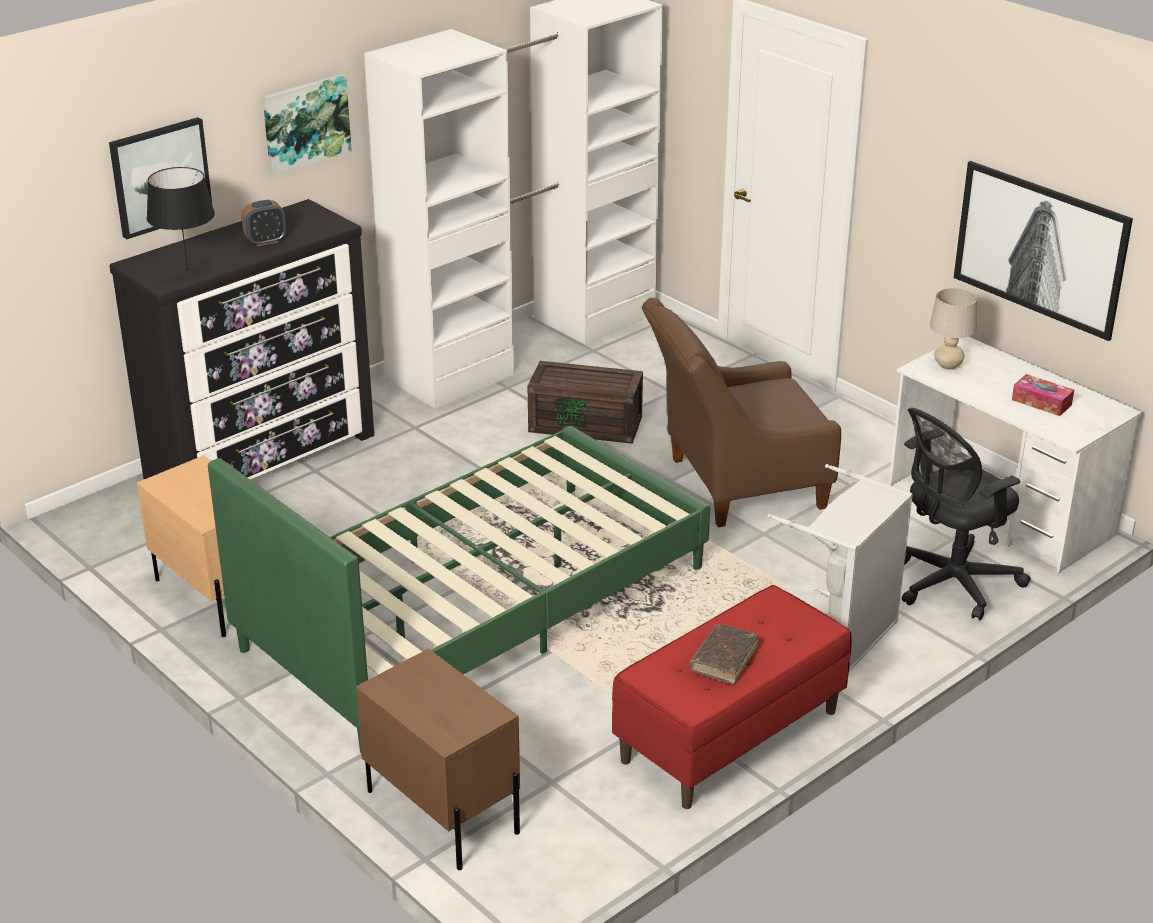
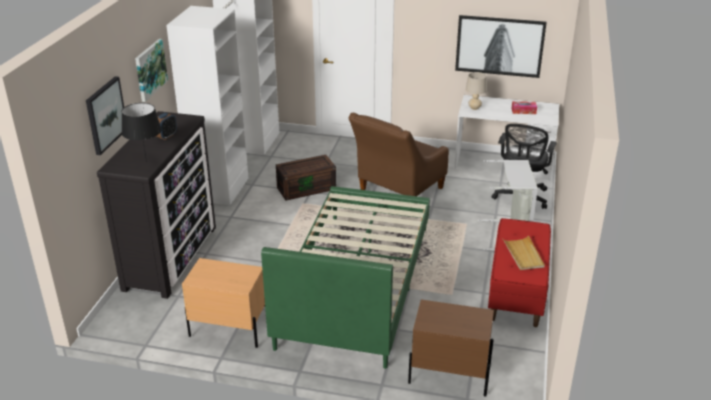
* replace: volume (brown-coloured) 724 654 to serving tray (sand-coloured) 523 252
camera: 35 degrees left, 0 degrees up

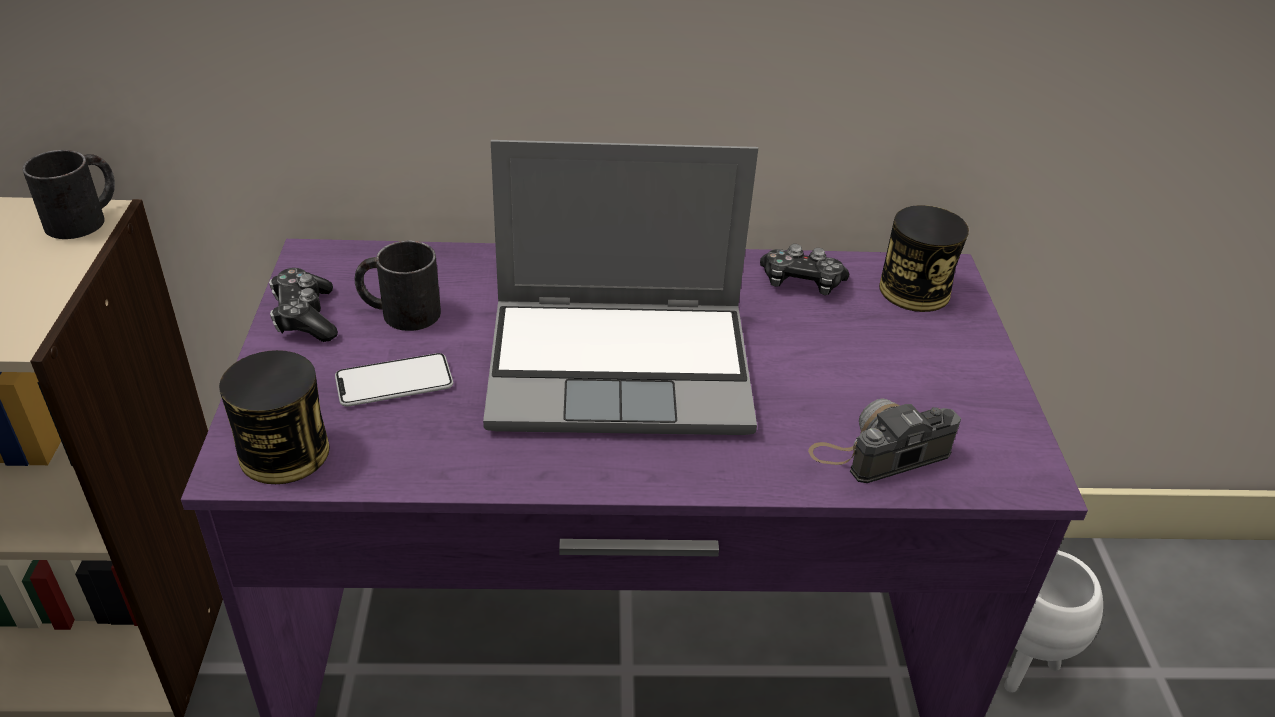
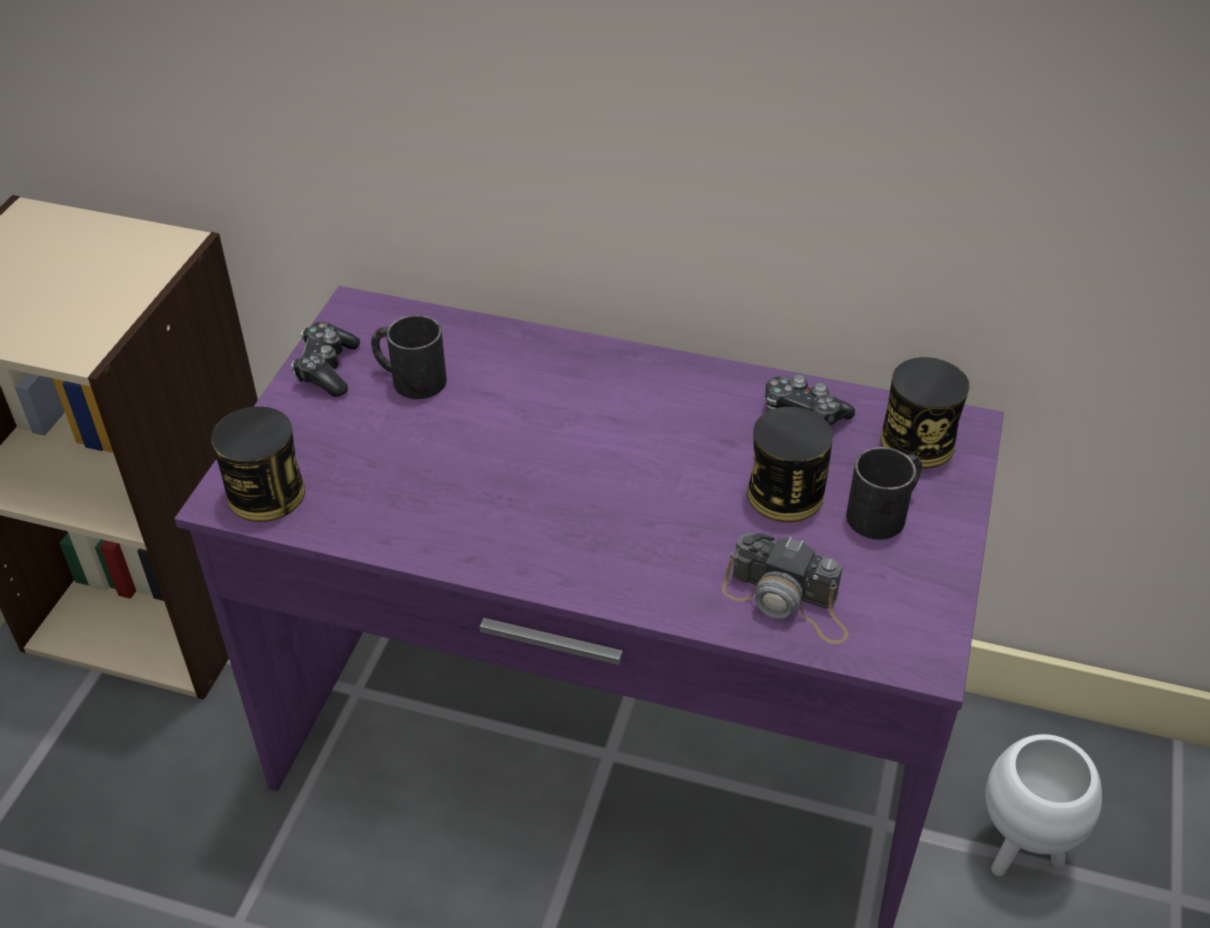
* rotate: photo camera 884 440 = 785 588 150 degrees counterclockwise
* insert: sealed can 790 464
* move: coffee mug (black) 68 194 to 884 493
* delete: telephone 394 380
* delete: notebook computer 620 287
camera: 20 degrees right, 5 degrees up

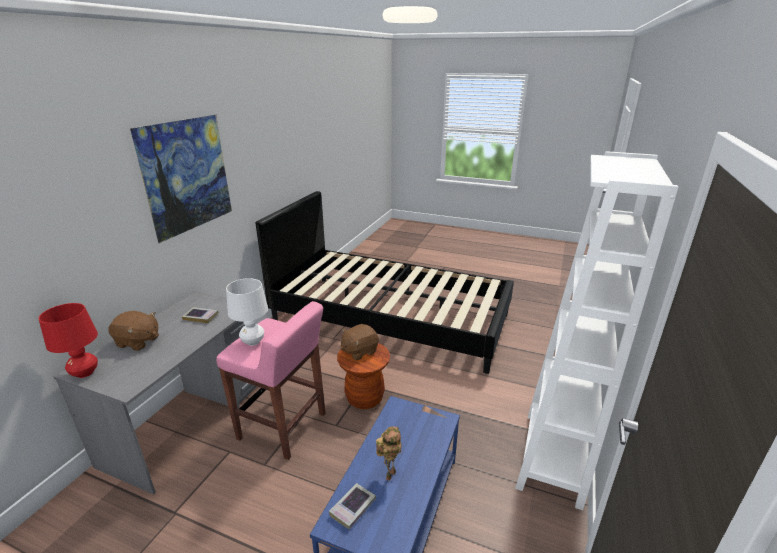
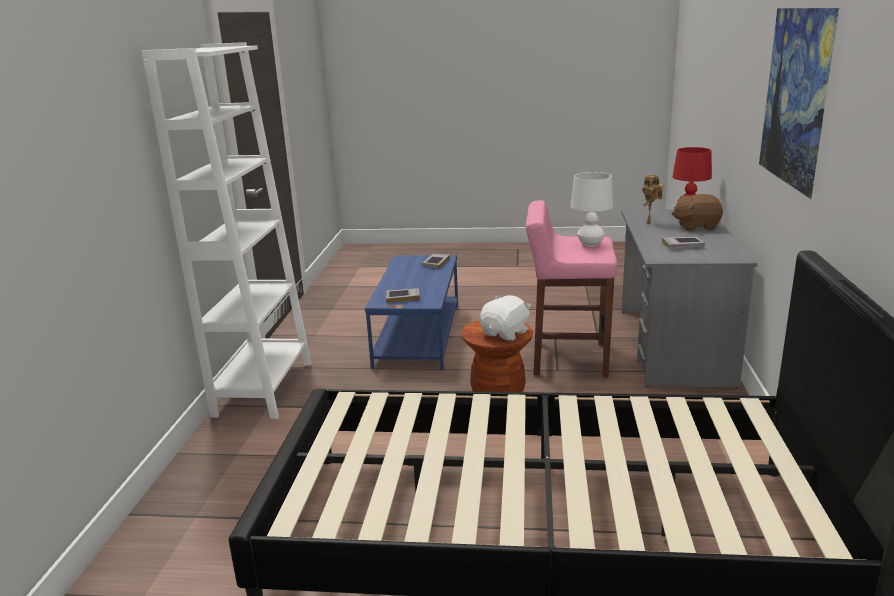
* insert: volume 403 295
* recolor: cuddly toy (brown-coloured) 359 342 to cuddly toy (white) 505 318
* move: robot figure 388 454 to 652 199
camera: 165 degrees right, 5 degrees down

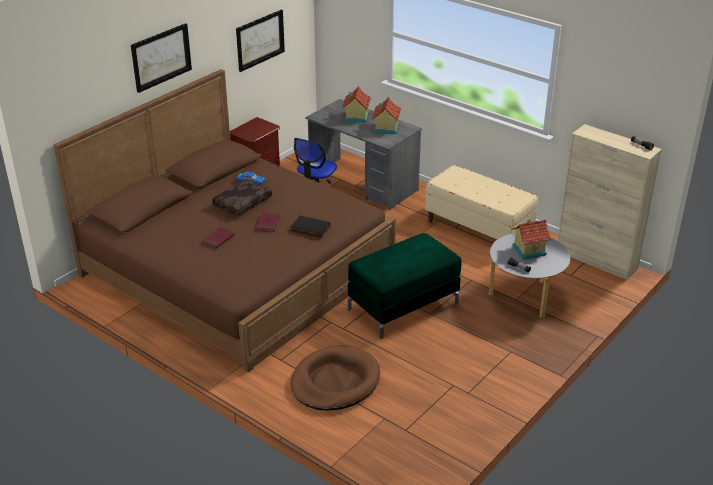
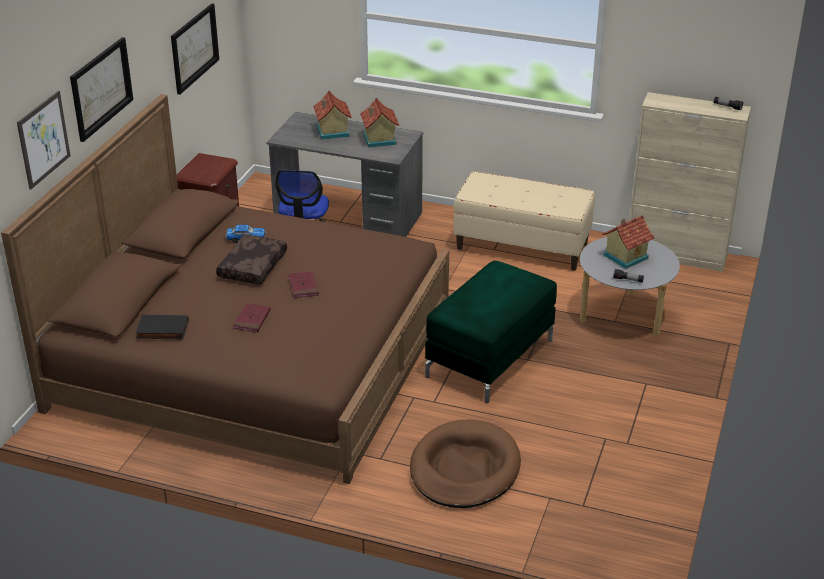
* insert: wall art 44 140
* move: volume (black) 310 226 to 162 327
camera: 20 degrees left, 0 degrees up

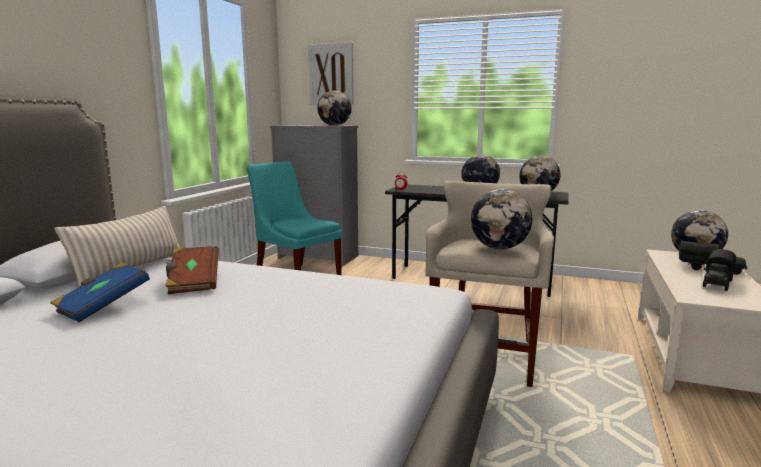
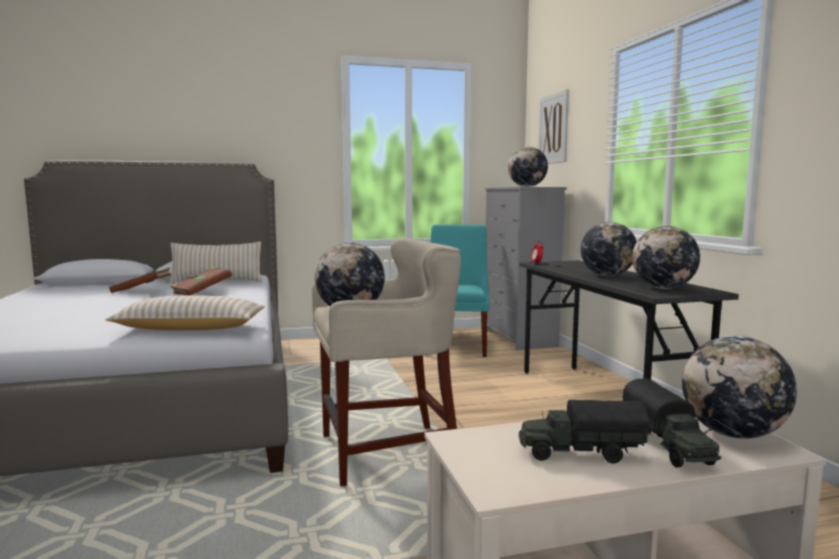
* insert: cushion (sand-coloured) 185 312
* recolor: volume (blue-coloured) 100 292 to volume (brown-coloured) 140 280
camera: 55 degrees right, 5 degrees down

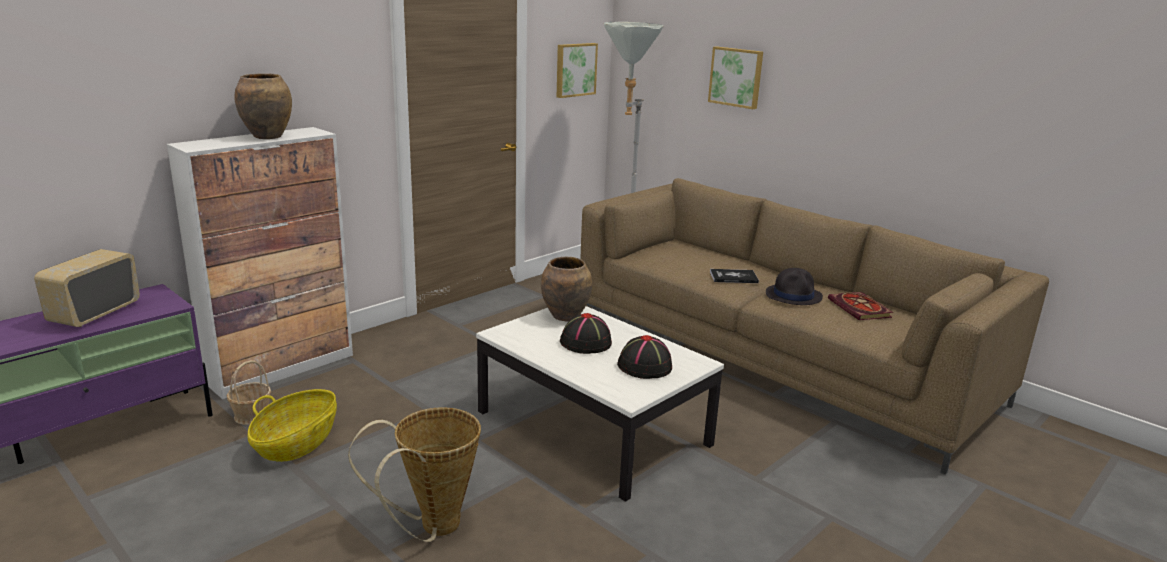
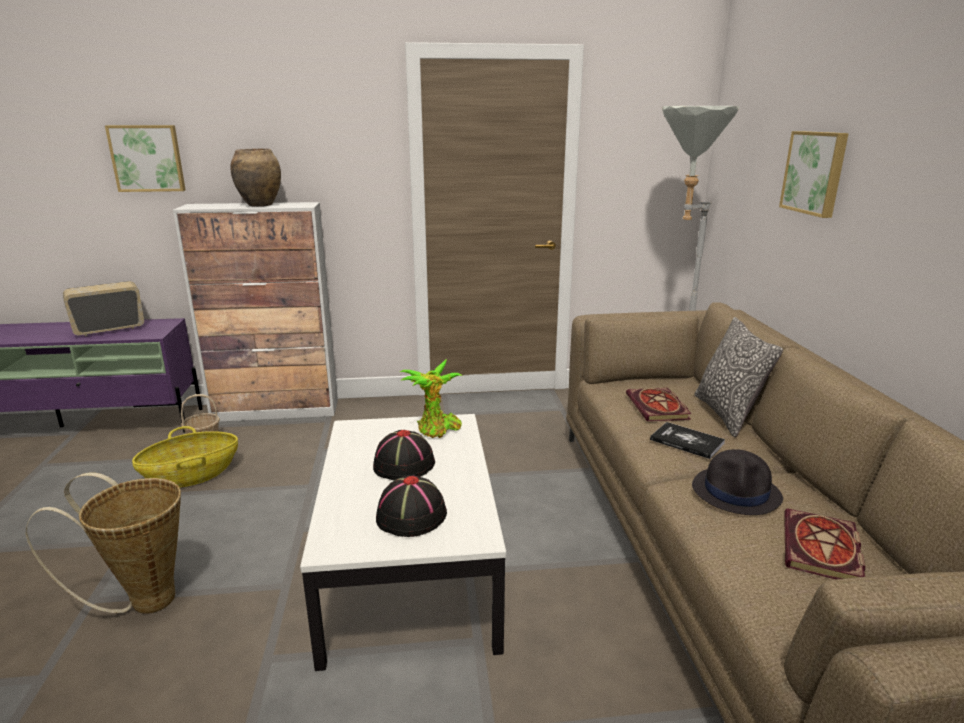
* move: wall art 577 70 to 145 158
* replace: vase (brown-coloured) 566 289 to plant in a pot 431 398
* insert: volume 658 404
* insert: cushion 738 377
camera: 40 degrees right, 0 degrees up

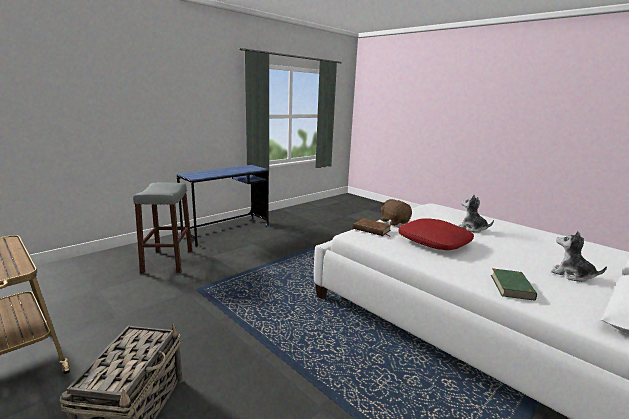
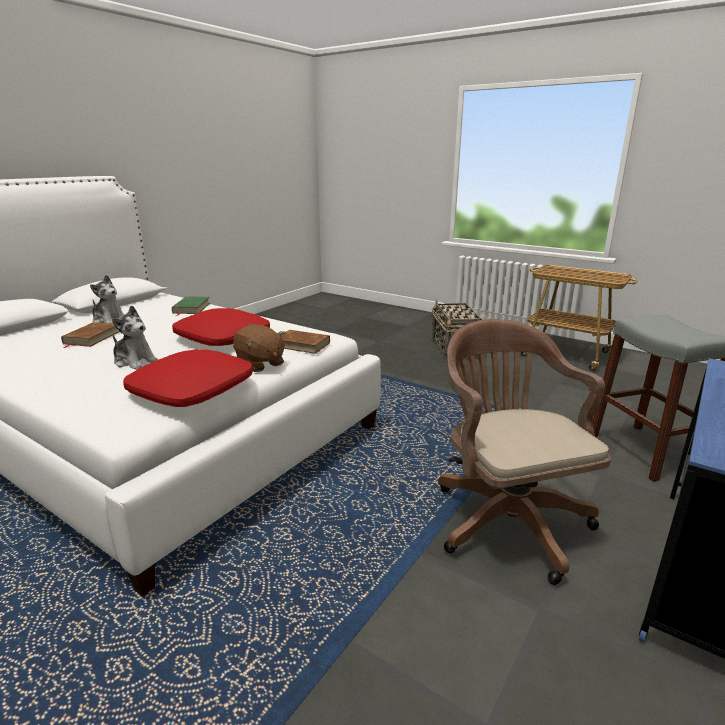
* insert: volume (brown-coloured) 90 335
* insert: cushion (red-coloured) 188 378
* insert: desk chair (brown-coloured) 524 452
camera: 170 degrees right, 5 degrees up

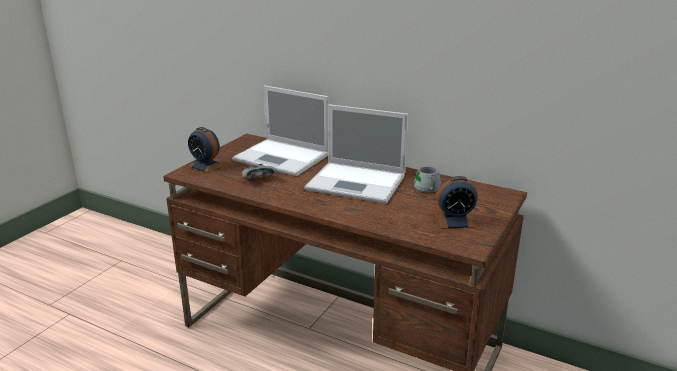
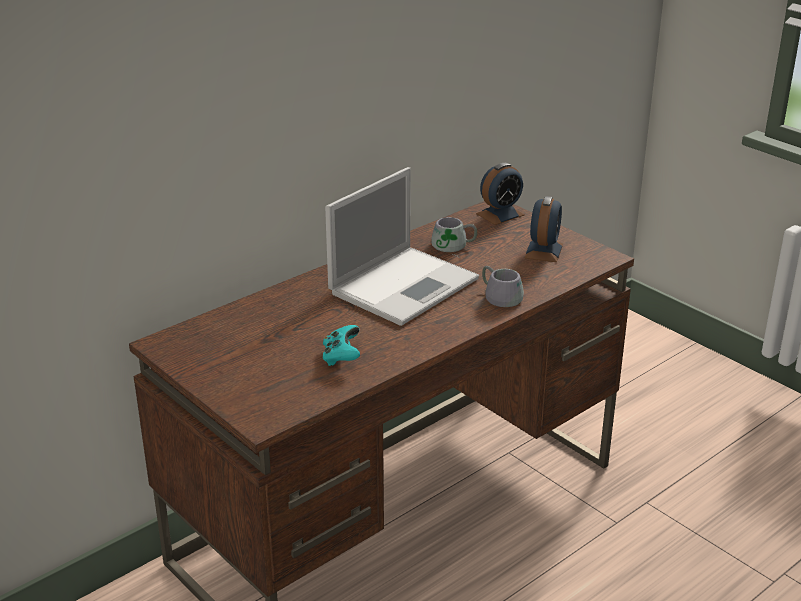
* recolor: gamepad (gray) 259 171 to gamepad (turquoise) 341 345
* move: table clock 206 150 to 500 194
* insert: coffee mug (gray) 503 286
* delete: notebook computer 281 131
camera: 70 degrees left, 5 degrees up

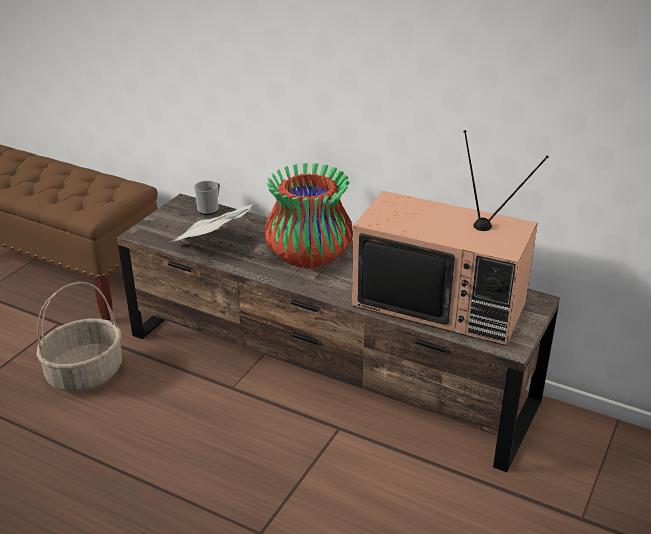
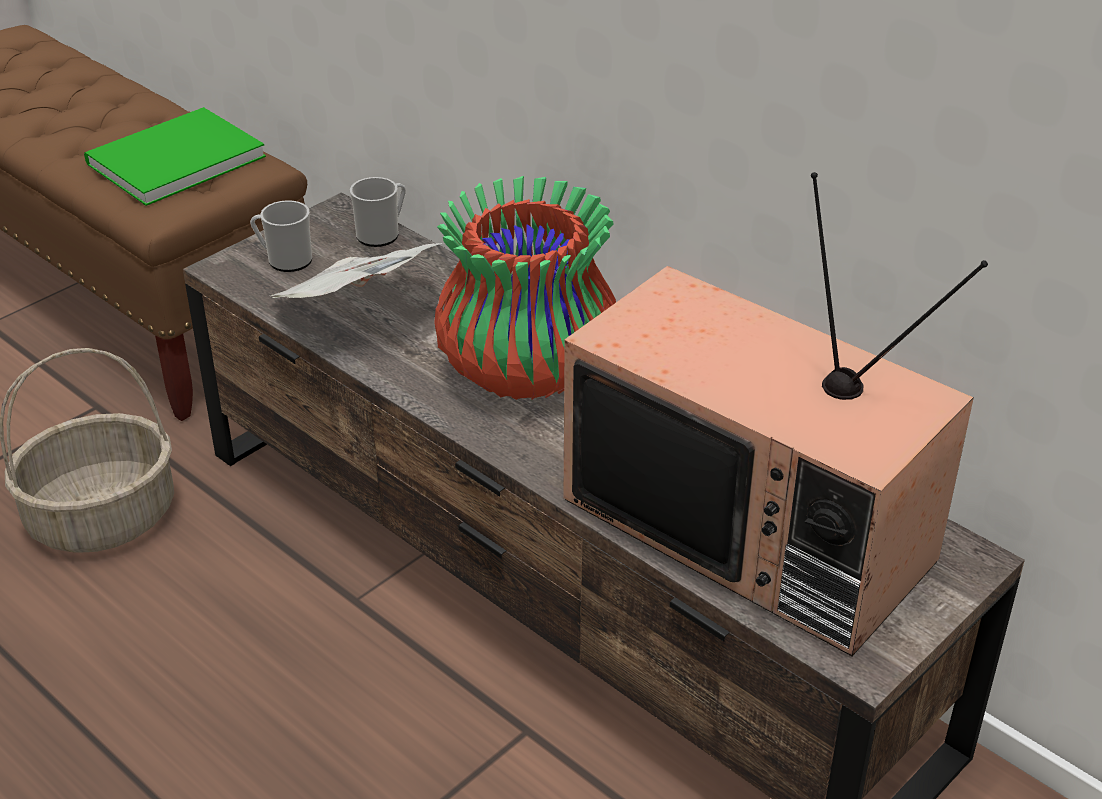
* insert: volume (greenish) 175 156
* insert: coffee mug 281 236
camera: 15 degrees right, 5 degrees up

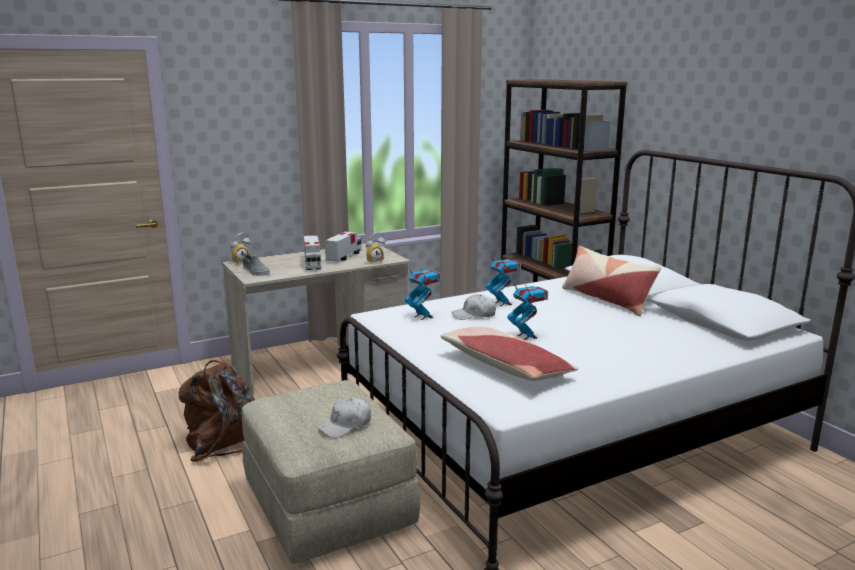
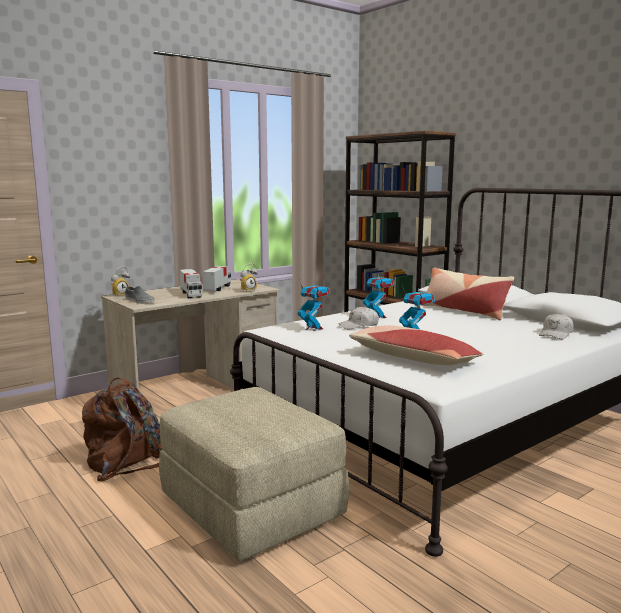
* move: baseball cap (white) 344 418 to 556 326
camera: 10 degrees left, 5 degrees down

